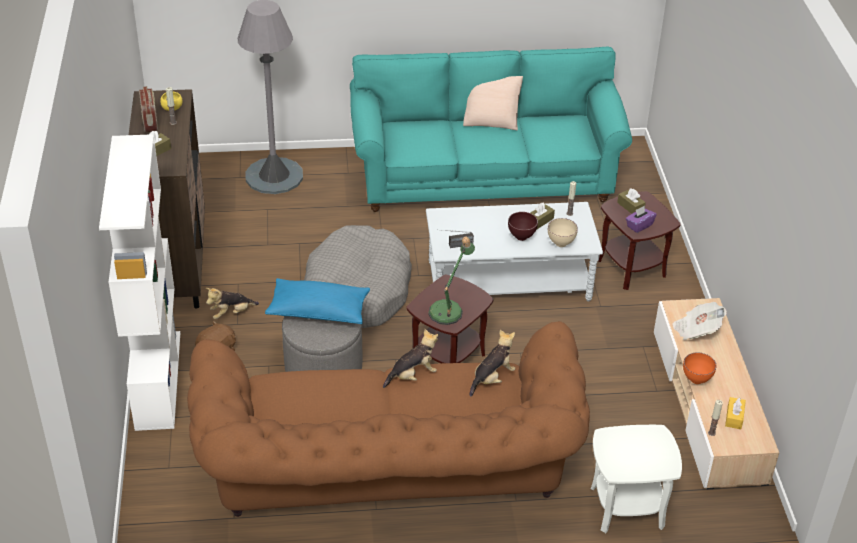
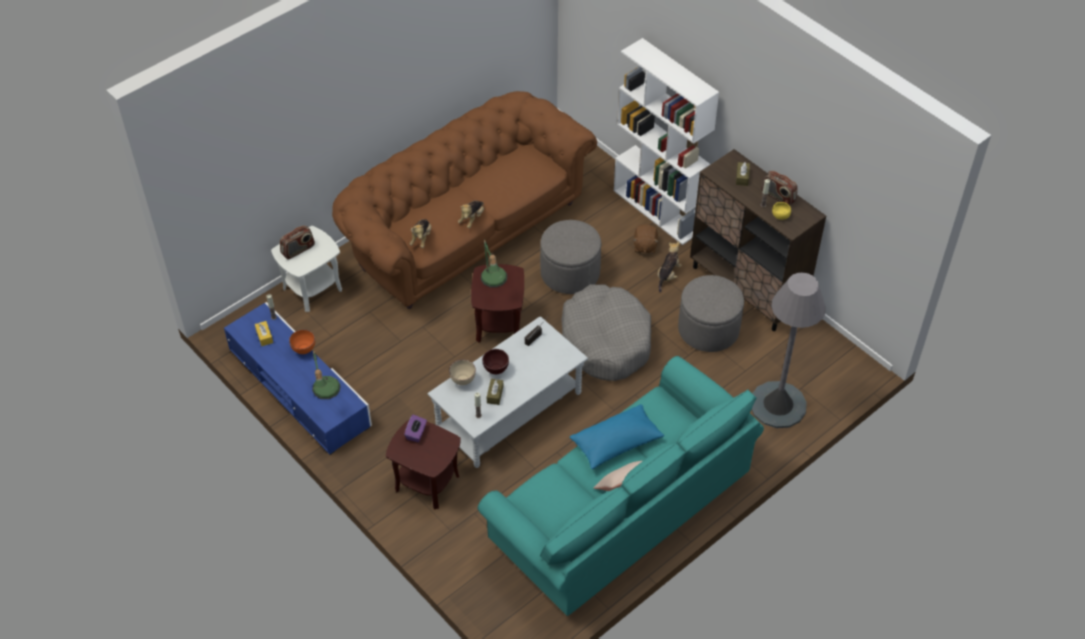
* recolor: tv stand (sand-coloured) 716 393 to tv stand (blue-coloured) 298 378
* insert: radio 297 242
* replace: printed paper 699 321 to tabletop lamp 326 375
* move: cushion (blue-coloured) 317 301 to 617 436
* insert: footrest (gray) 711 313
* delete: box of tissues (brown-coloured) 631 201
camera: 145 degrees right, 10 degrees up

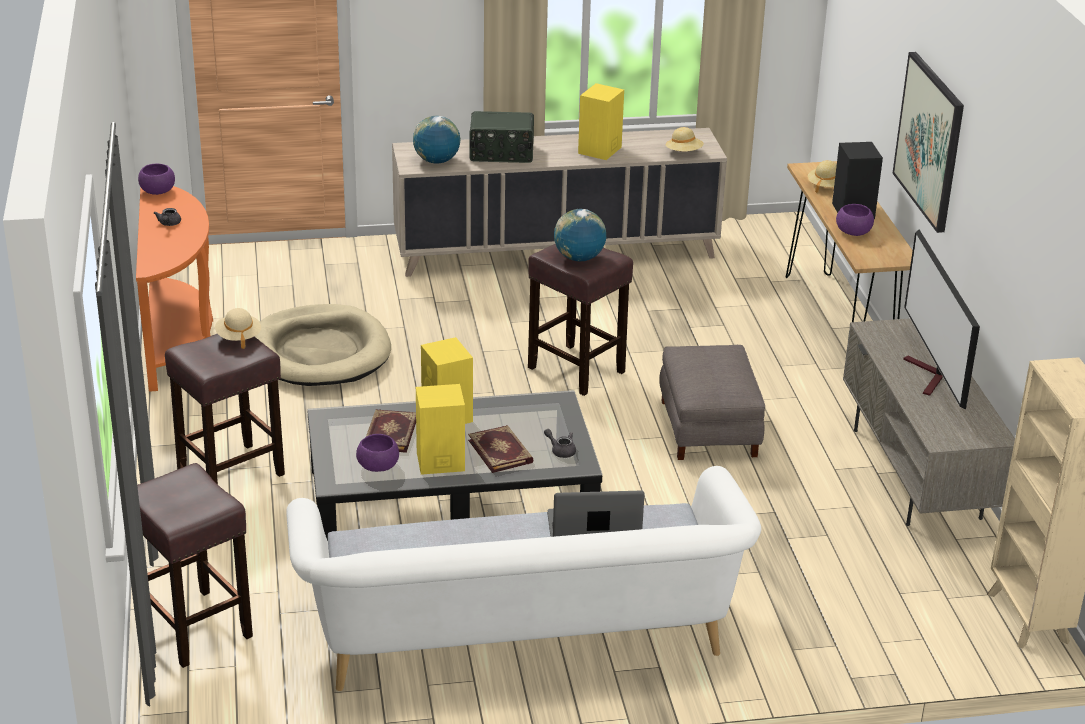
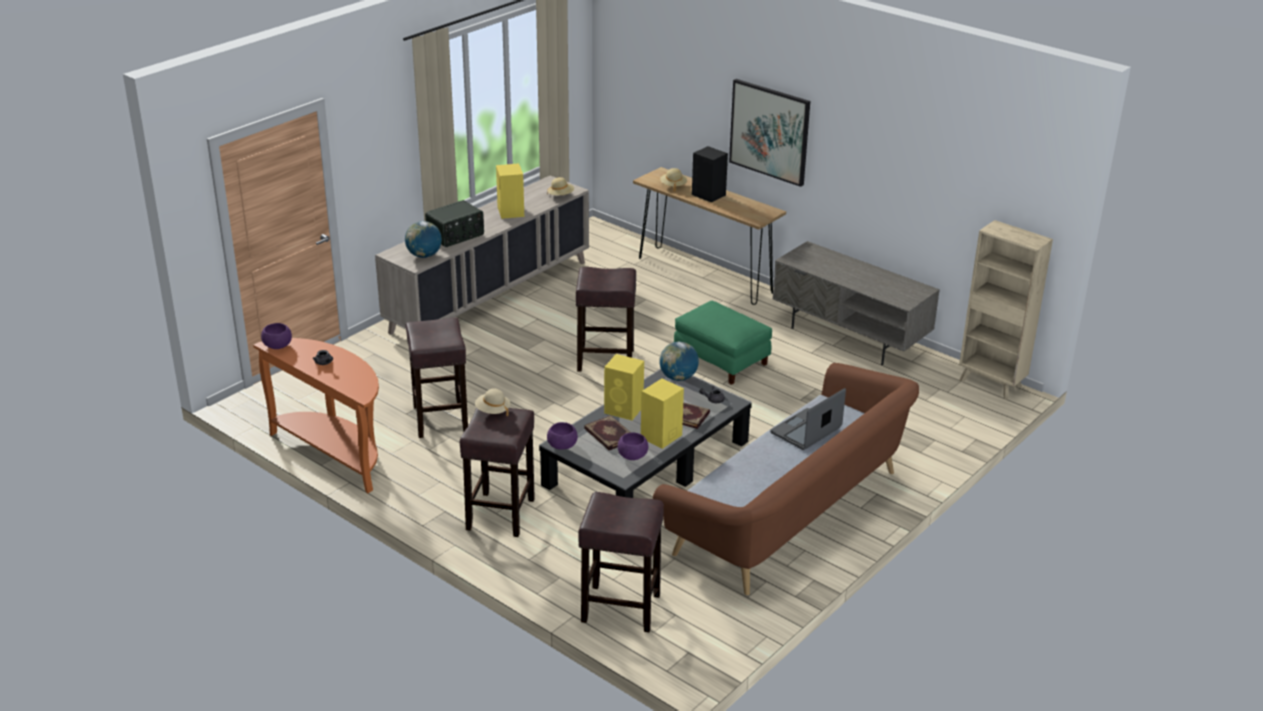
* replace: pet bed (sand-coloured) 322 345 to sitting stool (brown-coloured) 437 378
* move: bowl (purple) 855 220 to 562 436
* recolor: couch (white) 523 578 to couch (brown-coloured) 786 479
* move: globe 580 235 to 679 361
* recolor: footrest (gray) 712 402 to footrest (greenish) 723 342
* delete: TV set 941 320
camera: 40 degrees left, 0 degrees up

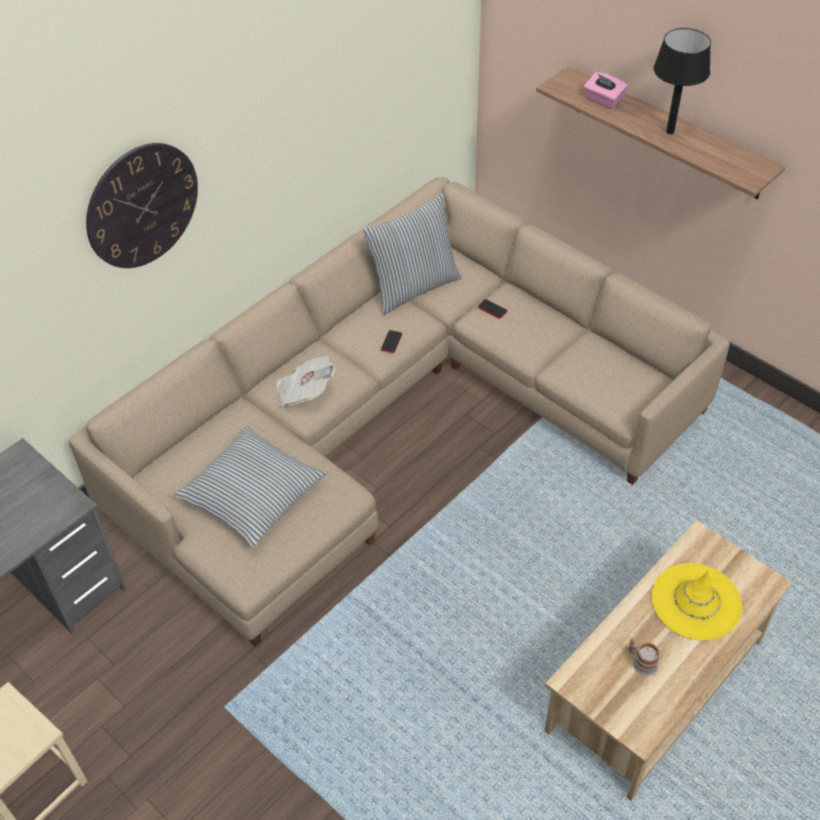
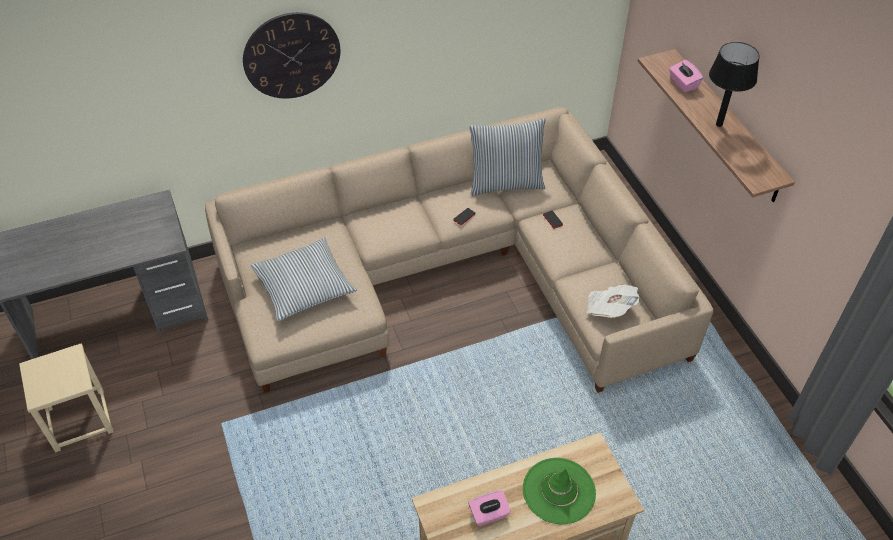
* replace: coffee mug 644 657 to box of tissues (pink) 489 508
* recolor: clothing hat (yellow) 697 602 to clothing hat (greenish) 559 491
* move: printed paper 305 381 to 613 301
camera: 25 degrees right, 0 degrees up

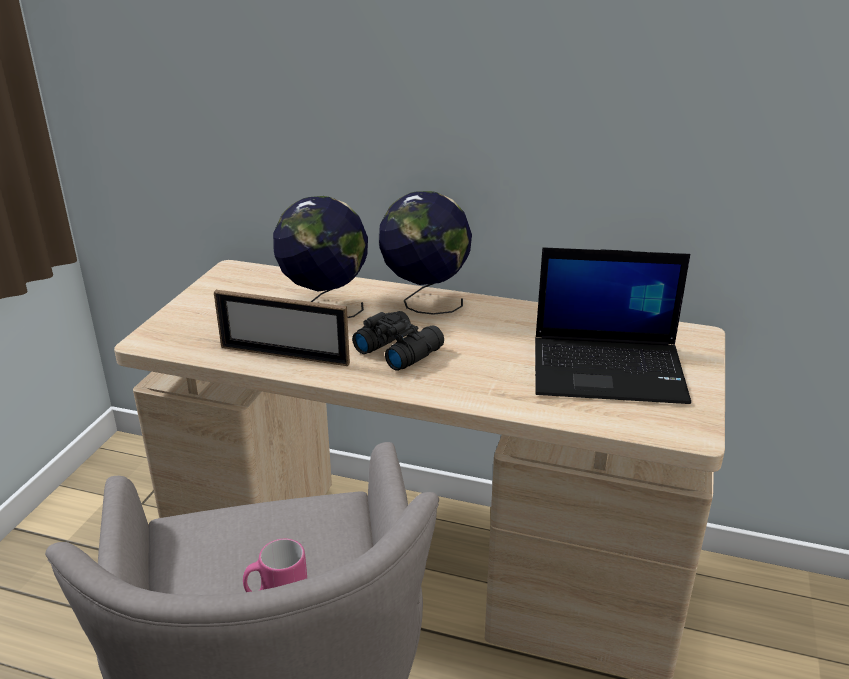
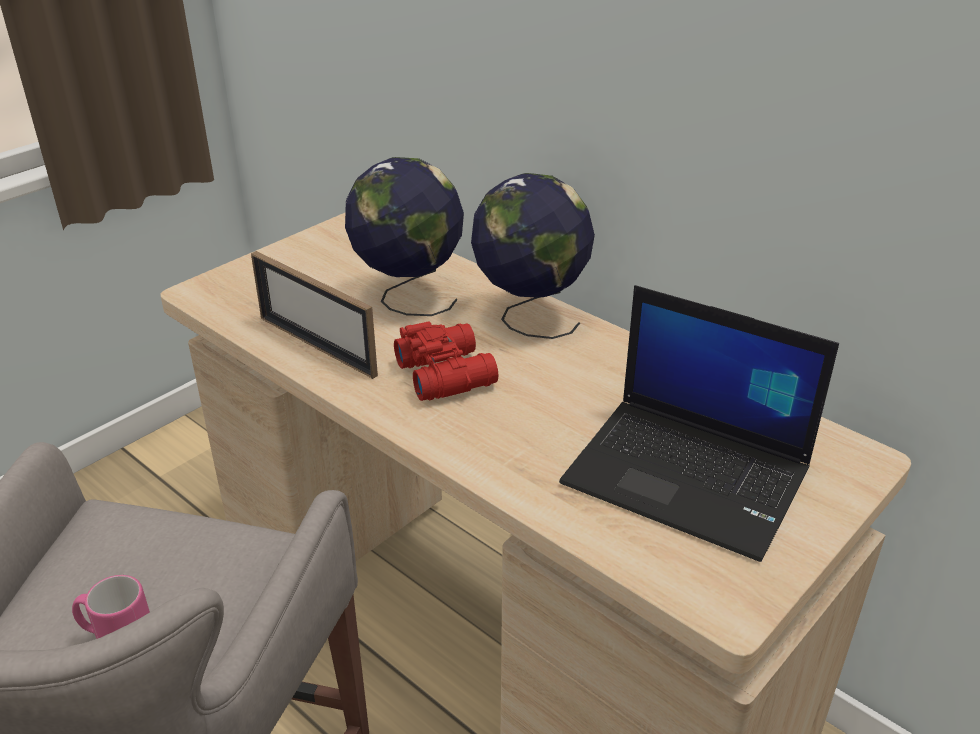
* recolor: binoculars (black) 398 341 to binoculars (red-coloured) 446 361
camera: 25 degrees right, 5 degrees up

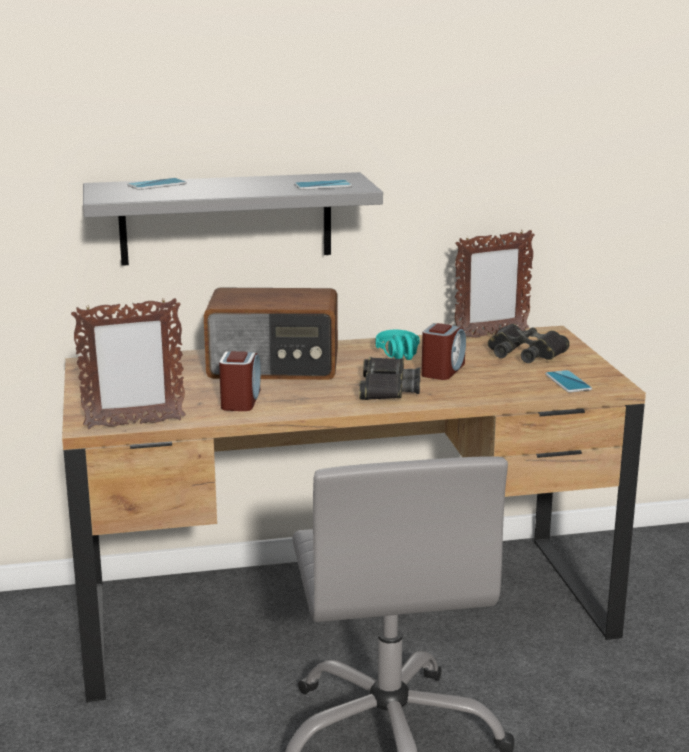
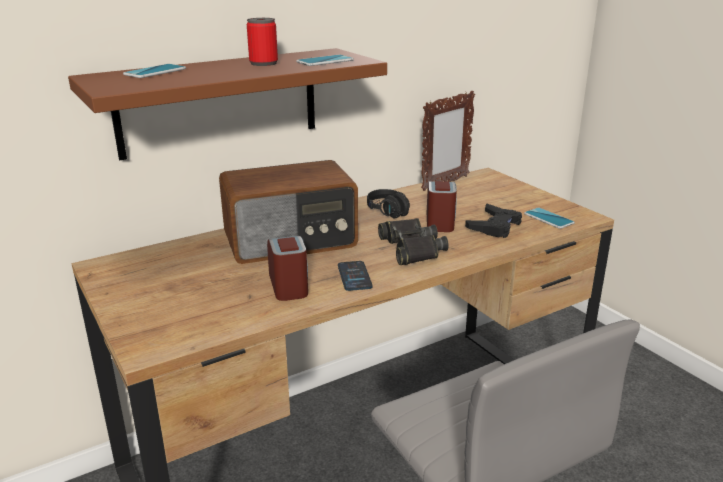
* recolor: shelf (gray) 233 219 to shelf (brown-coloured) 227 104
* insert: sealed can 262 42
* insert: telephone 355 276
* recolor: pair of headphones (turquoise) 397 345 to pair of headphones (black) 388 204
* insert: gamepad (black) 493 220
* delete: photo frame 128 363
* delete: binoculars (black) 529 343
camera: 20 degrees left, 5 degrees up

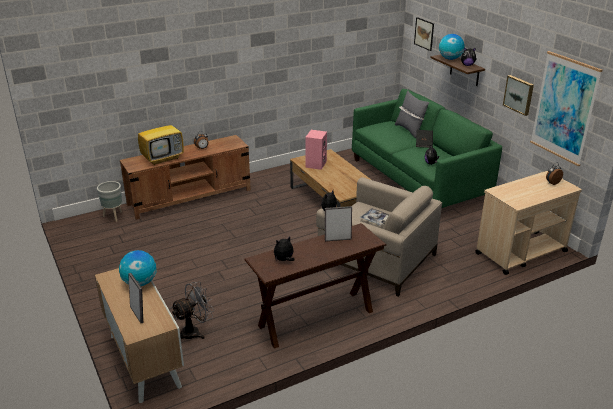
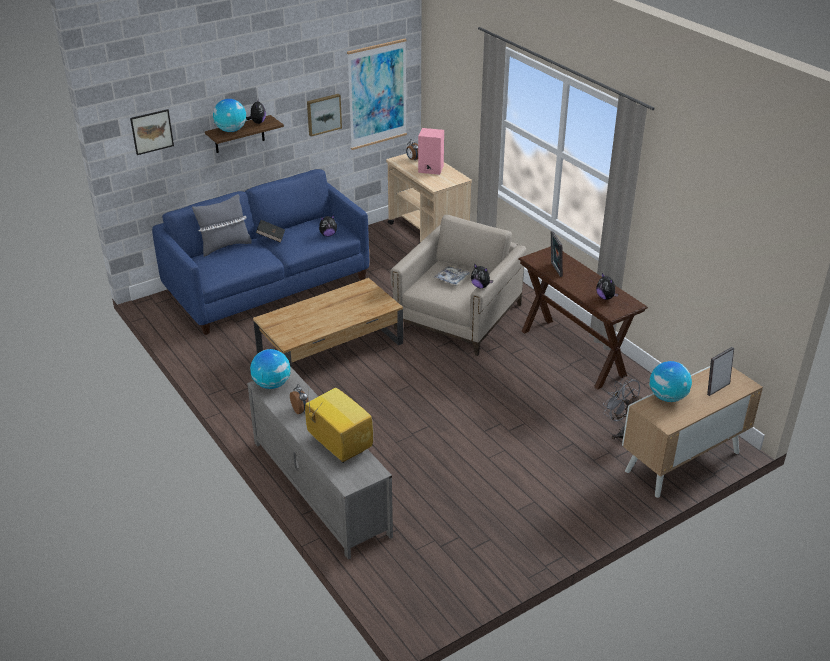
* recolor: couch (greenish) 427 148 to couch (blue-coloured) 260 252
* recolor: tv stand (brown-coloured) 185 177 to tv stand (gray) 320 463
* insert: globe 270 369
* move: loudspeaker (pink) 316 150 to 431 151
* delete: flower pot (gray) 109 201
camera: 95 degrees left, 5 degrees up

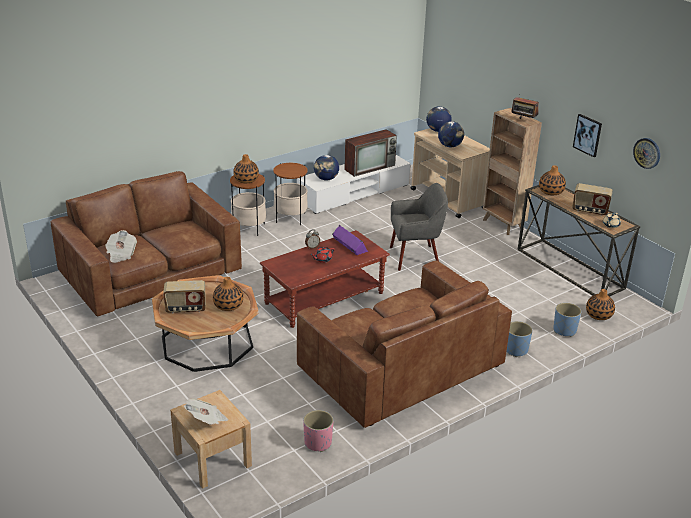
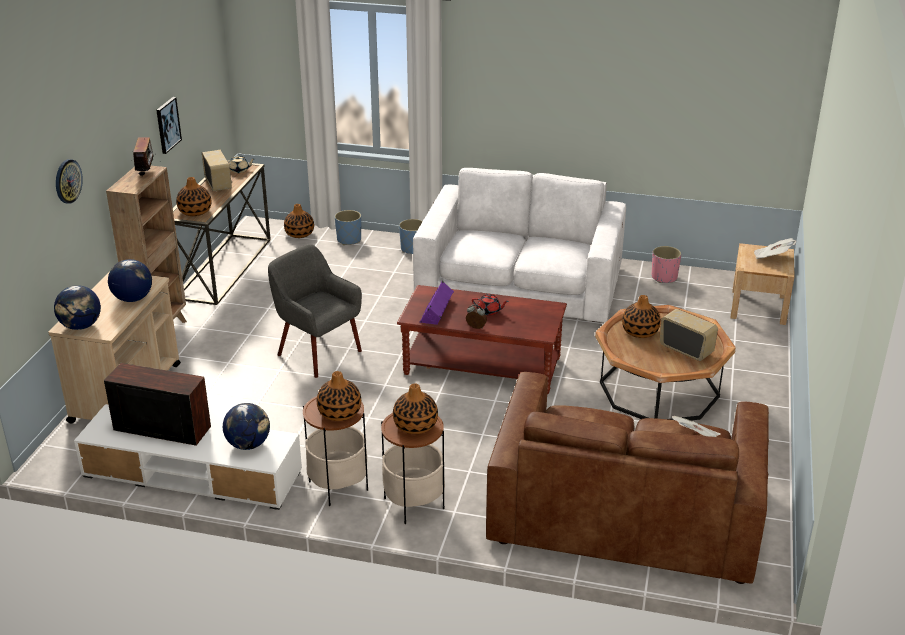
* move: hanging clock 646 153 to 69 181
* insert: vase 339 396
* recolor: couch (brown-coloured) 404 344 to couch (white) 519 245
camera: 130 degrees left, 0 degrees up

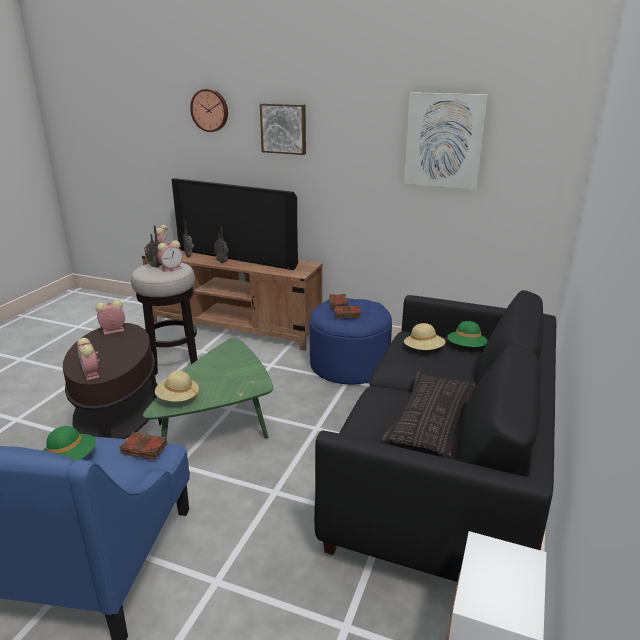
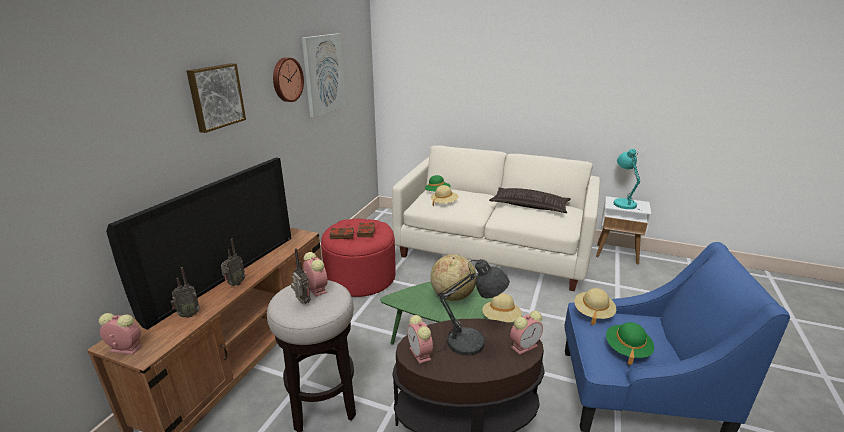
* move: hanging clock 209 110 to 288 79
* recolor: footrest (blue-coloured) 350 341 to footrest (red-coloured) 358 258
* recolor: couch (black) 435 436 to couch (white) 496 218
* insert: globe 453 277
* insert: tabletop lamp (gray) 473 307
* replace: volume (brown-coloured) 143 446 to clothing hat (sand-coloured) 595 307
* insert: tabletop lamp (turquoise) 627 179
camera: 90 degrees left, 0 degrees up

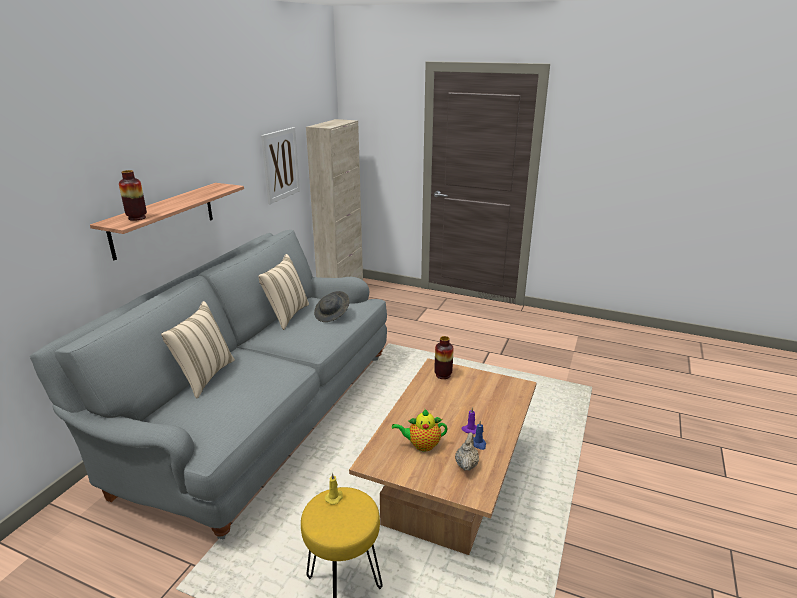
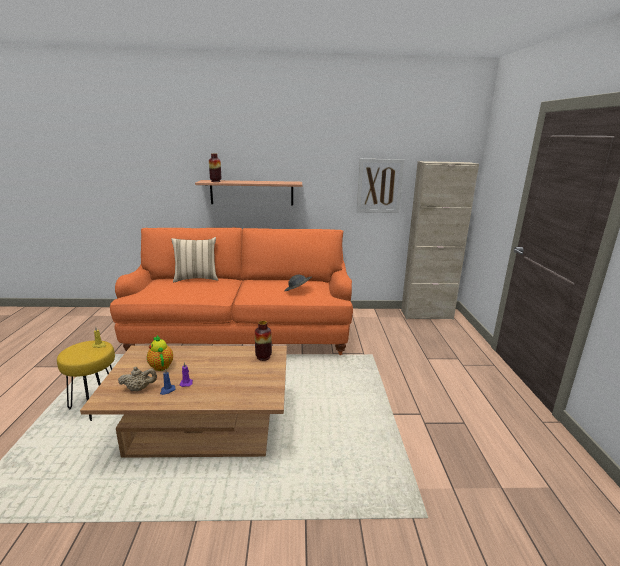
* recolor: couch (gray) 208 384 to couch (orange-coloured) 231 291
* delete: cushion (sand-coloured) 283 292
camera: 65 degrees right, 5 degrees down

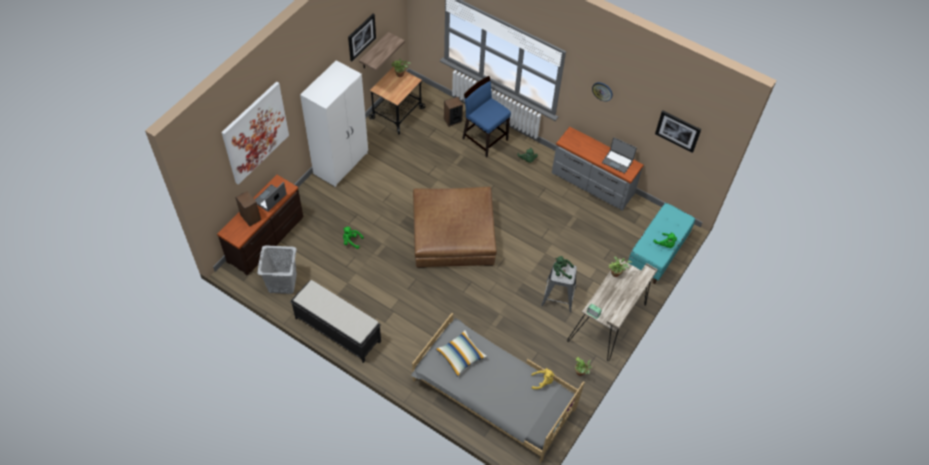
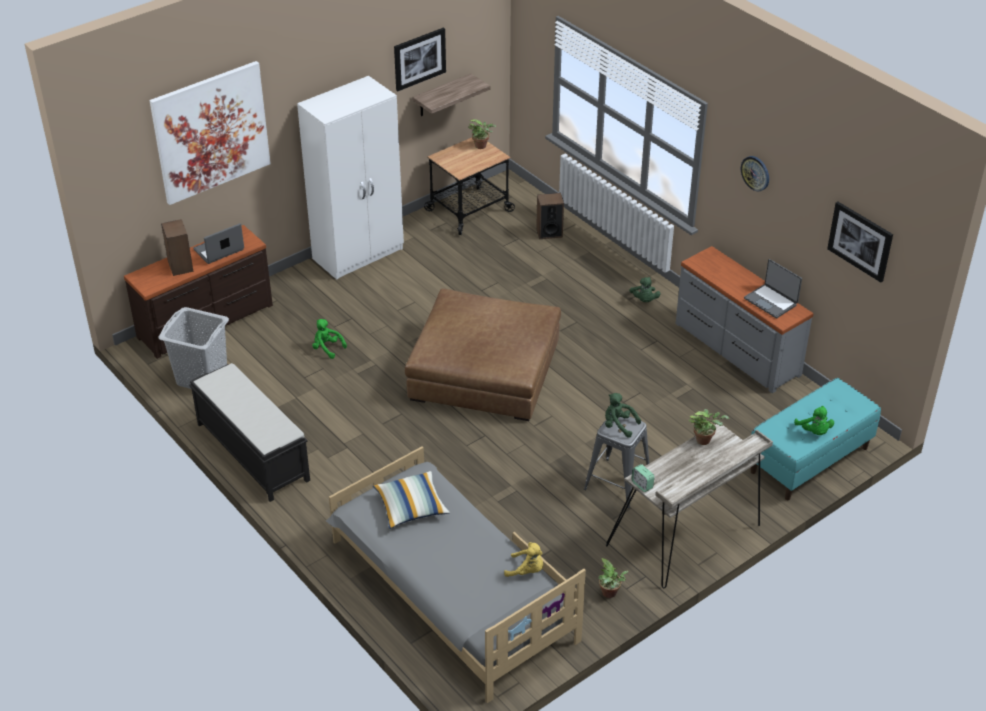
* delete: upright chair (blue-coloured) 486 117
camera: 20 degrees right, 15 degrees down

